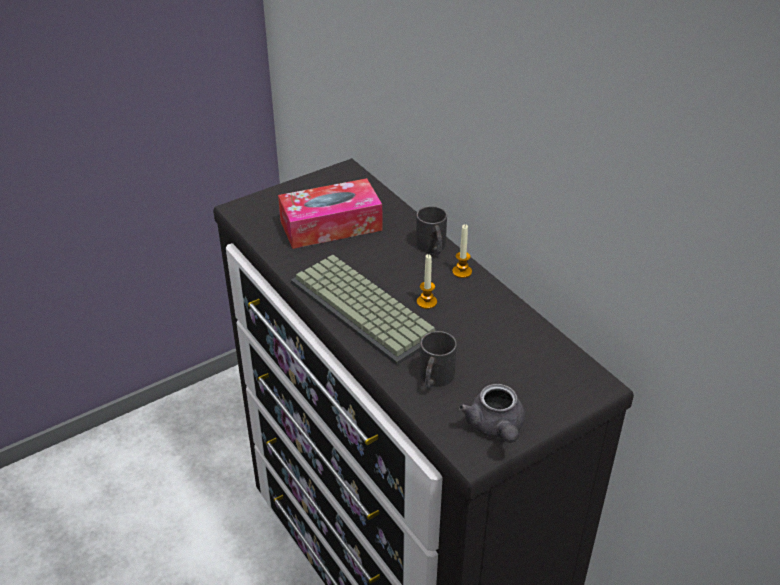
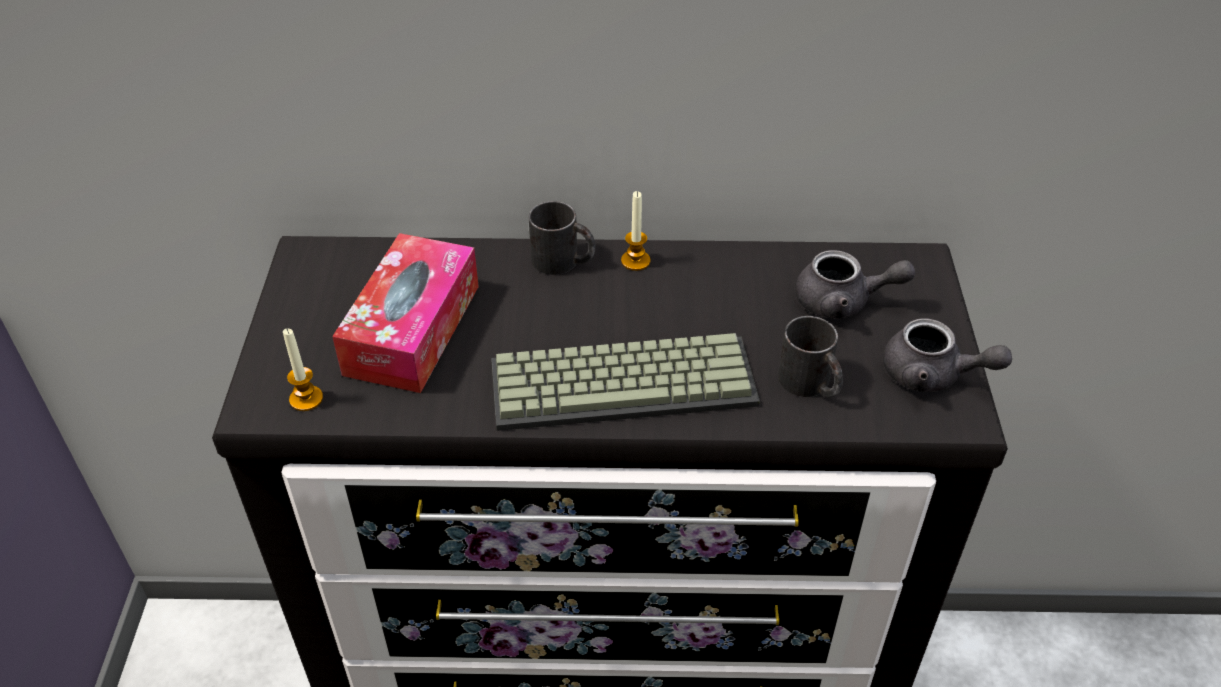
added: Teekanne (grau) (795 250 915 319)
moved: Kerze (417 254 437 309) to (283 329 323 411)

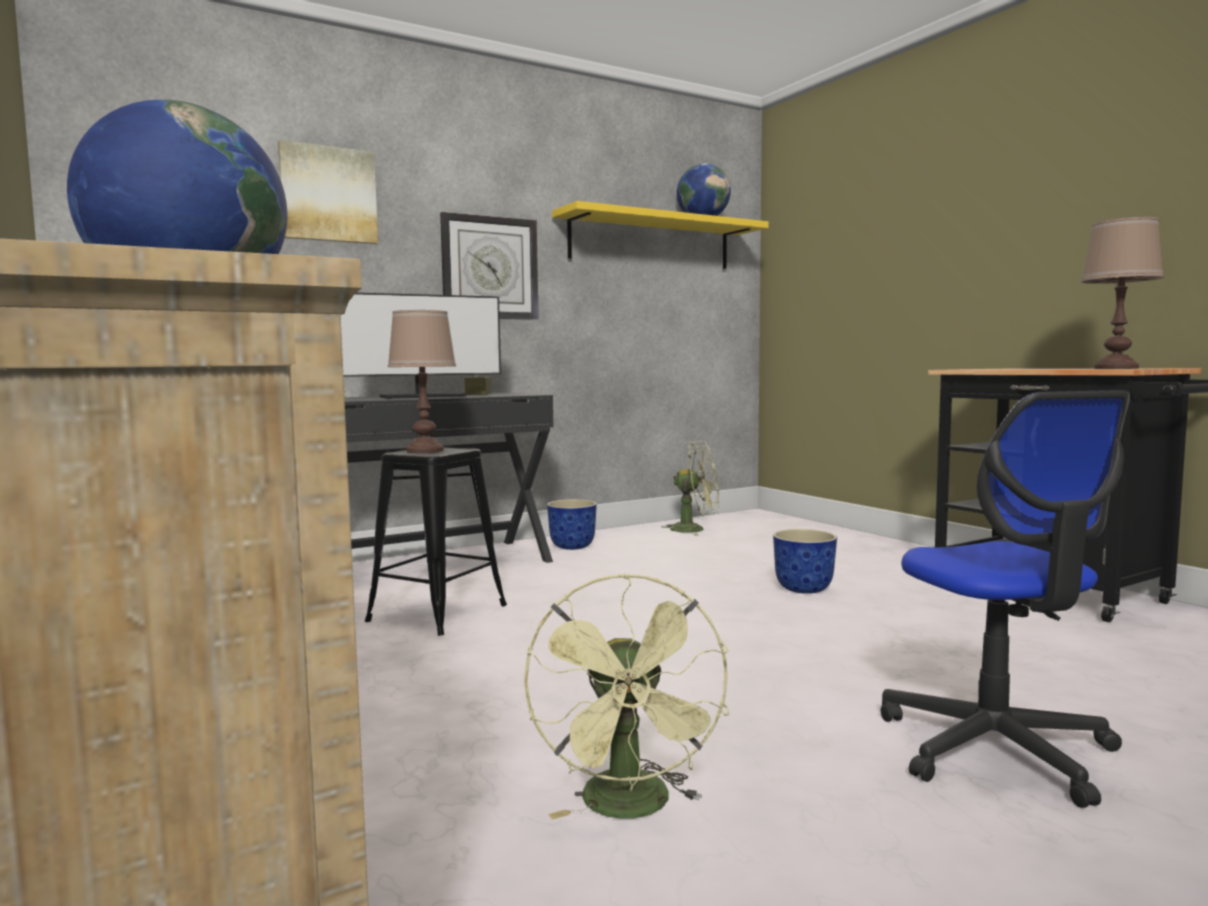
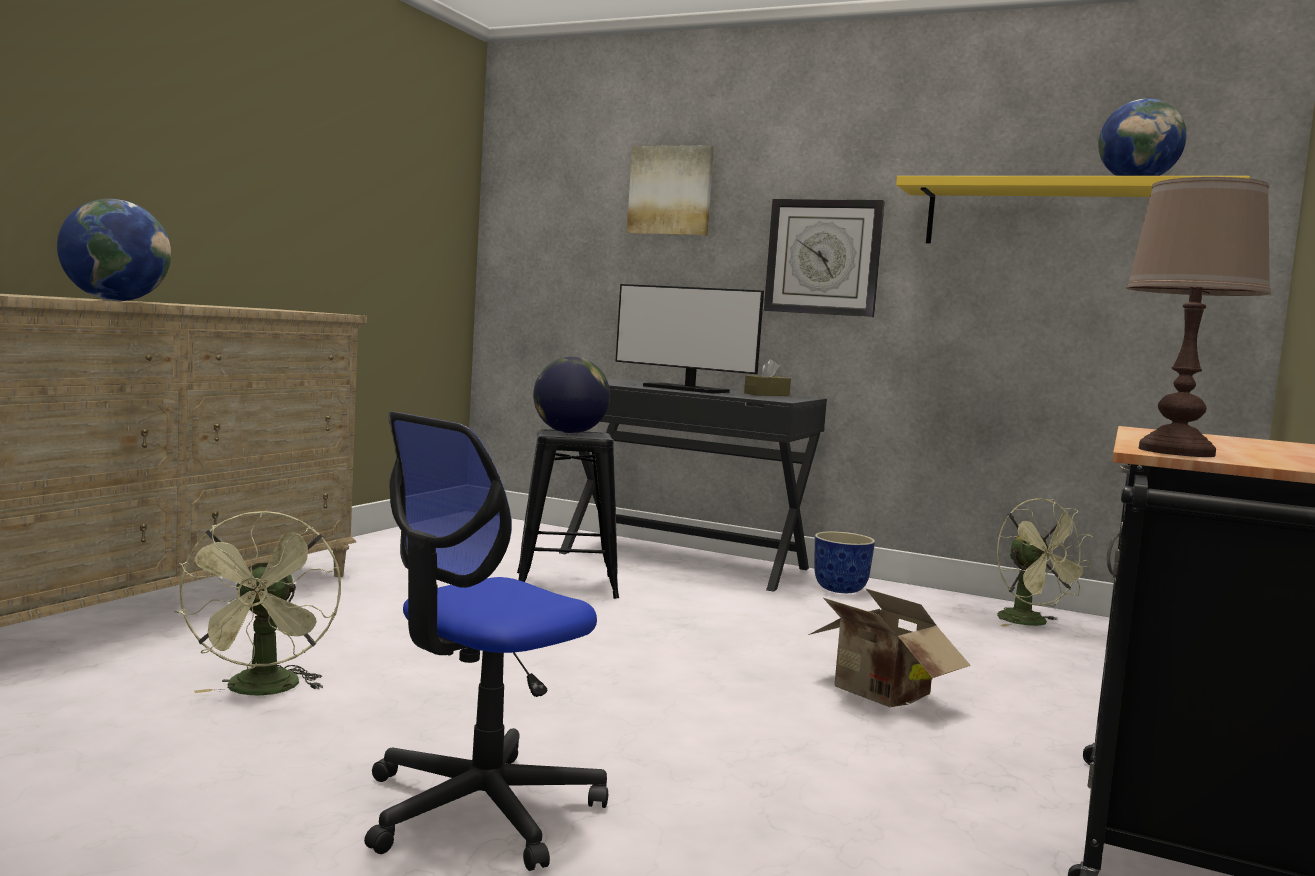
replaced: Tischlampe (braun) (388 310 456 453) to Globus (533 357 610 434); Pflanzkübel (773 529 837 594) to Karton (809 588 971 707)
turned: Ventilator (grün) (524 573 729 820) = (174 510 341 695) 60 degrees counterclockwise

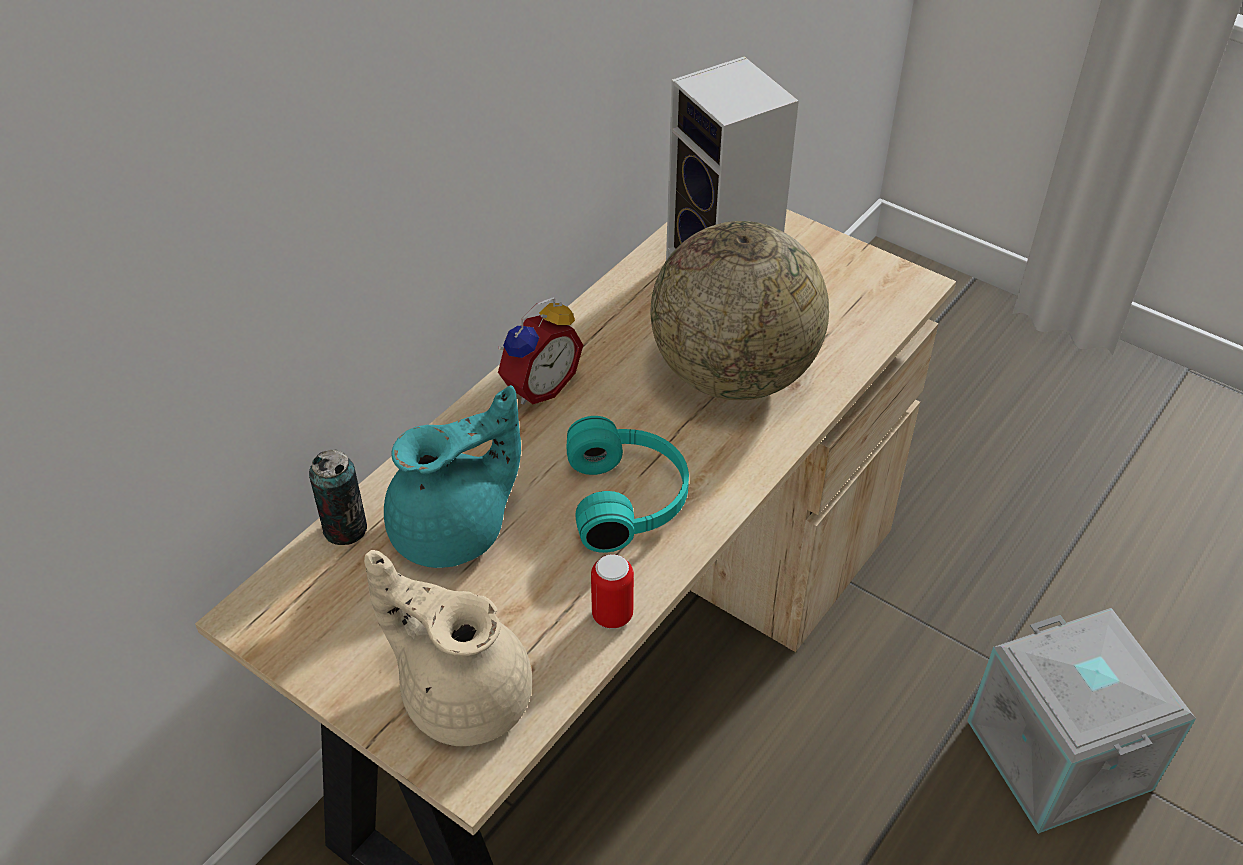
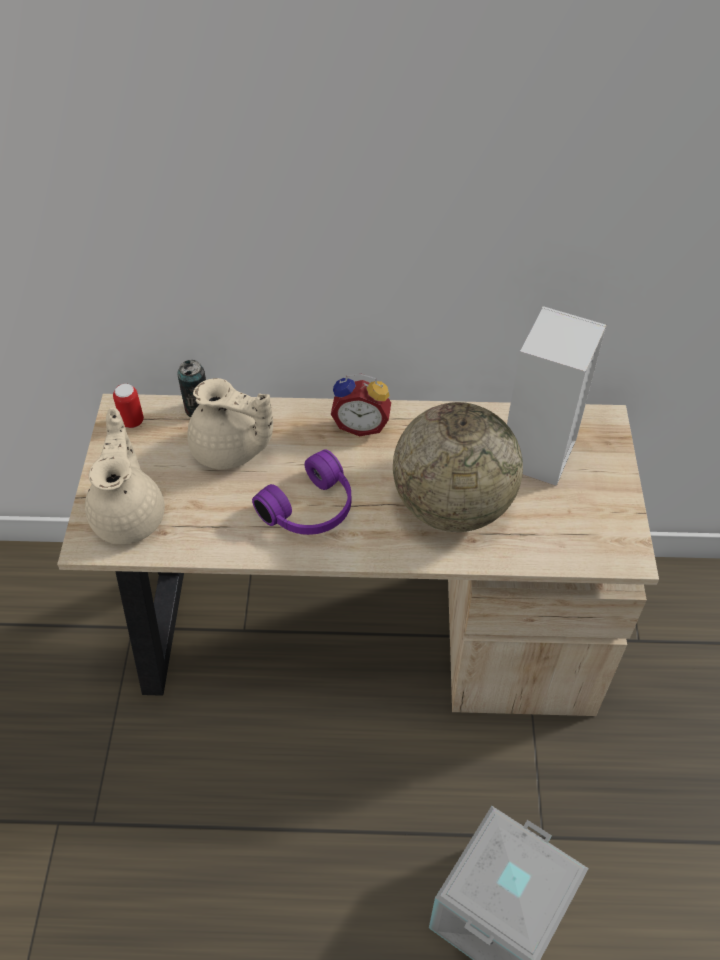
moved: Dose (591 554 634 629) to (113 384 144 428)
recoloured: Teekanne (türkis) (384 385 521 568) to Teekanne (beige) (187 378 273 470); Kopfhörer (türkis) (566 416 689 553) to Kopfhörer (lila) (252 449 351 535)

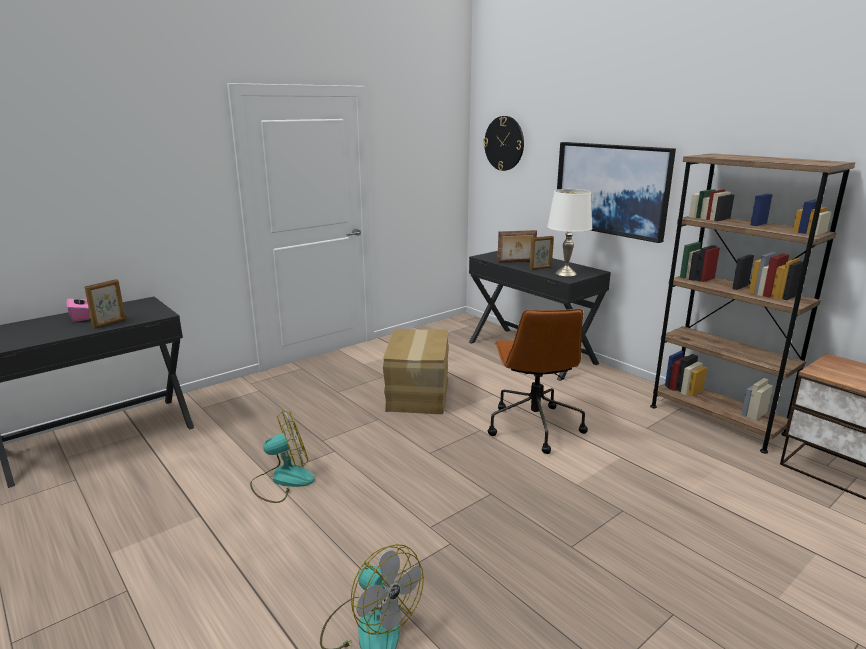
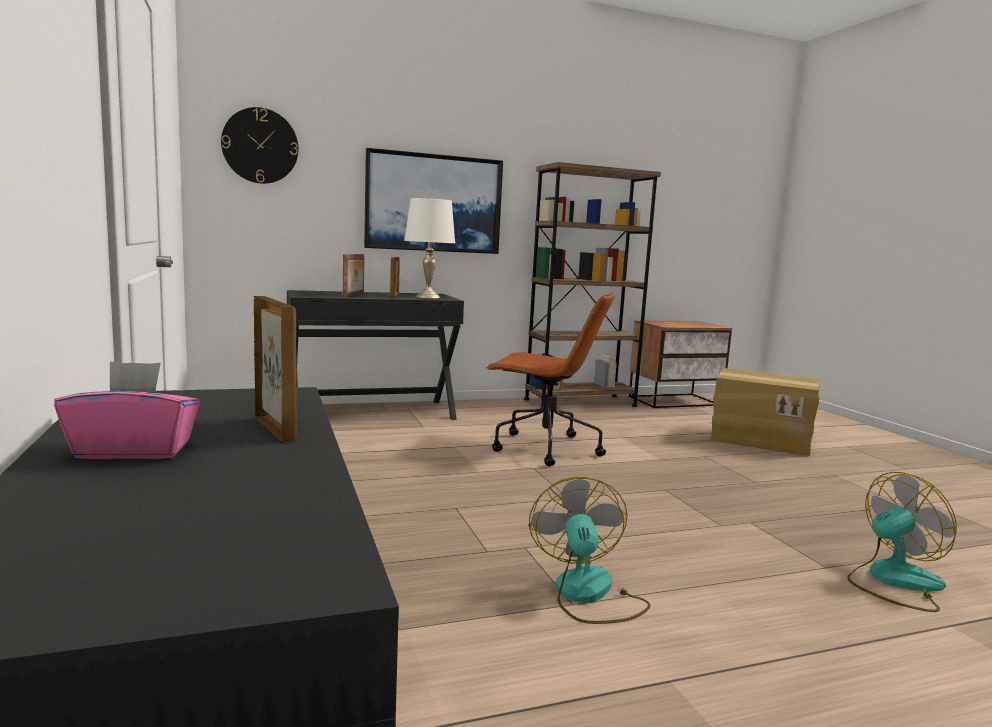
moved: Karton (383 328 449 414) to (710 368 819 456)

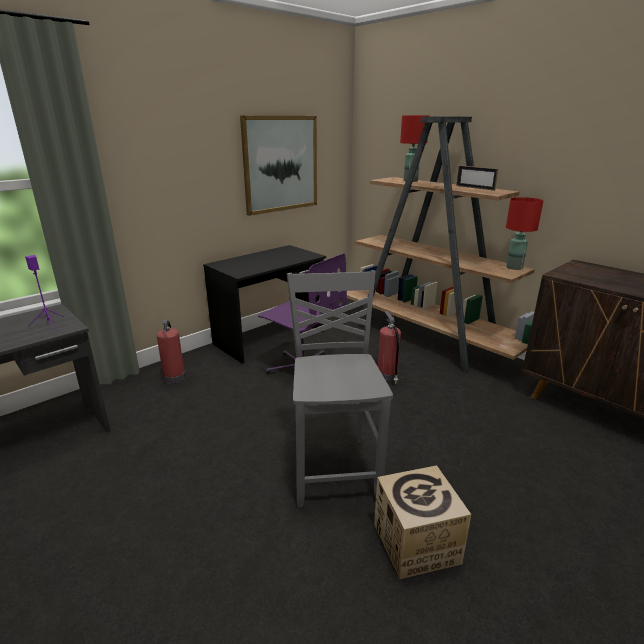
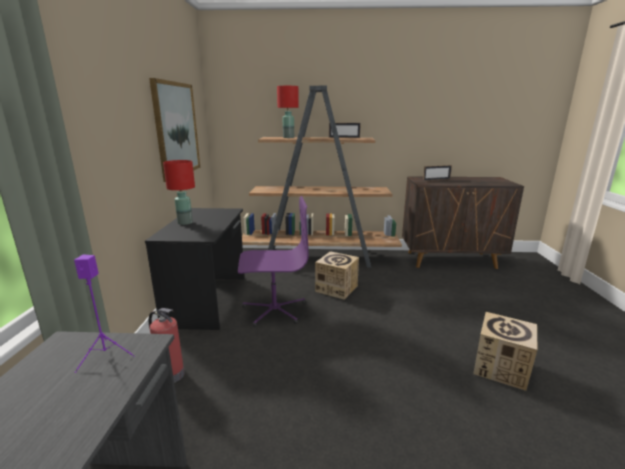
removed: Stuhl (grau) (287 270 393 507)
added: Bilderrahmen (423 165 452 181)
moved: Tischlampe (rot) (506 197 543 270) to (163 160 195 225)
replaced: Feuerlöscher (378 311 401 384) to Karton (315 251 359 300)

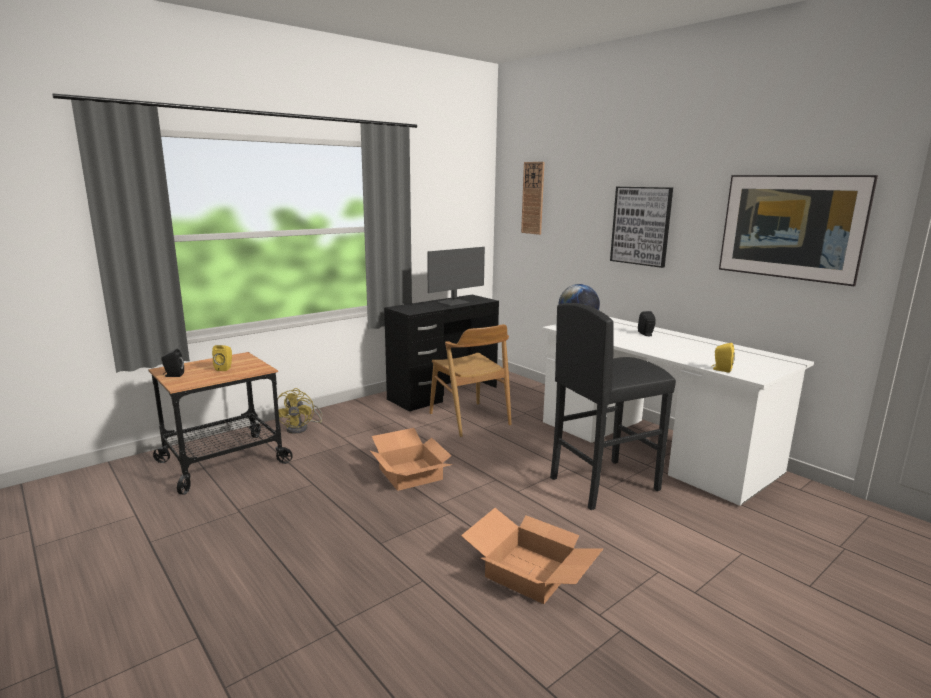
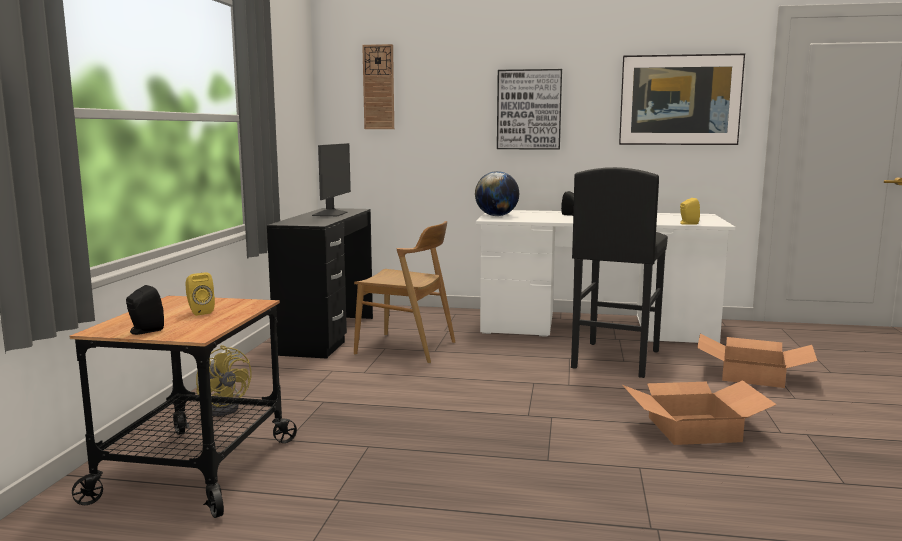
moved: Karton (370 428 453 491) to (697 333 817 388)

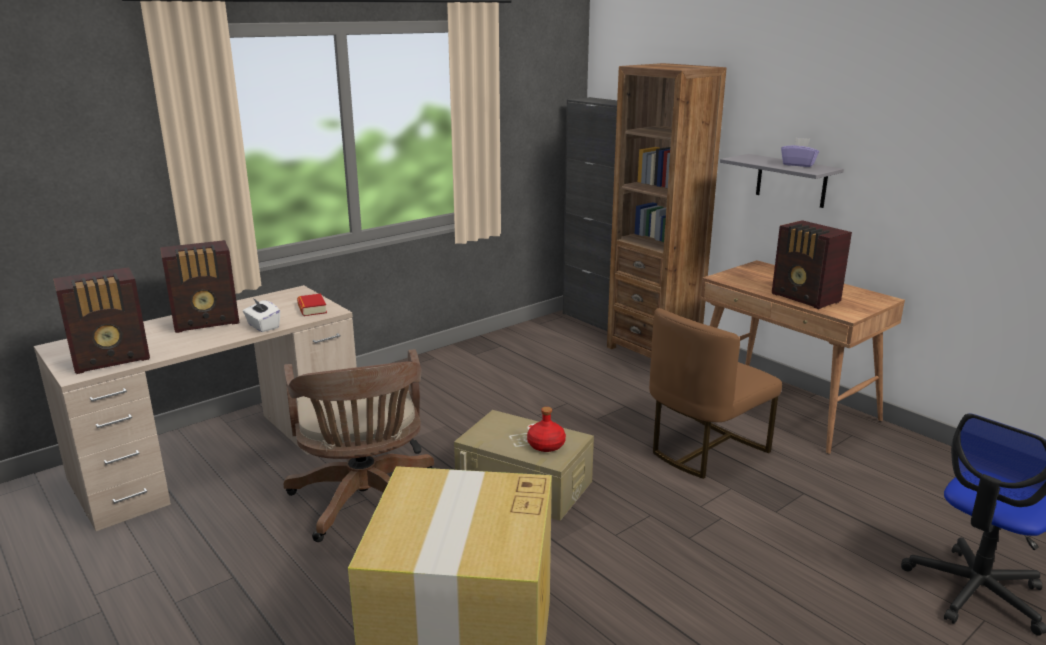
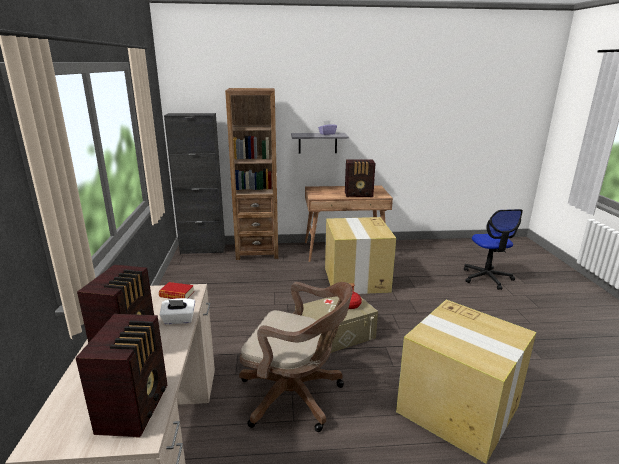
replaced: Stuhl (braun) (649 308 782 479) to Karton (325 217 396 294)

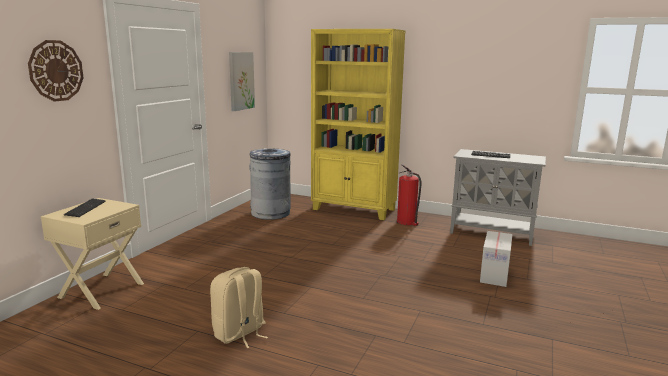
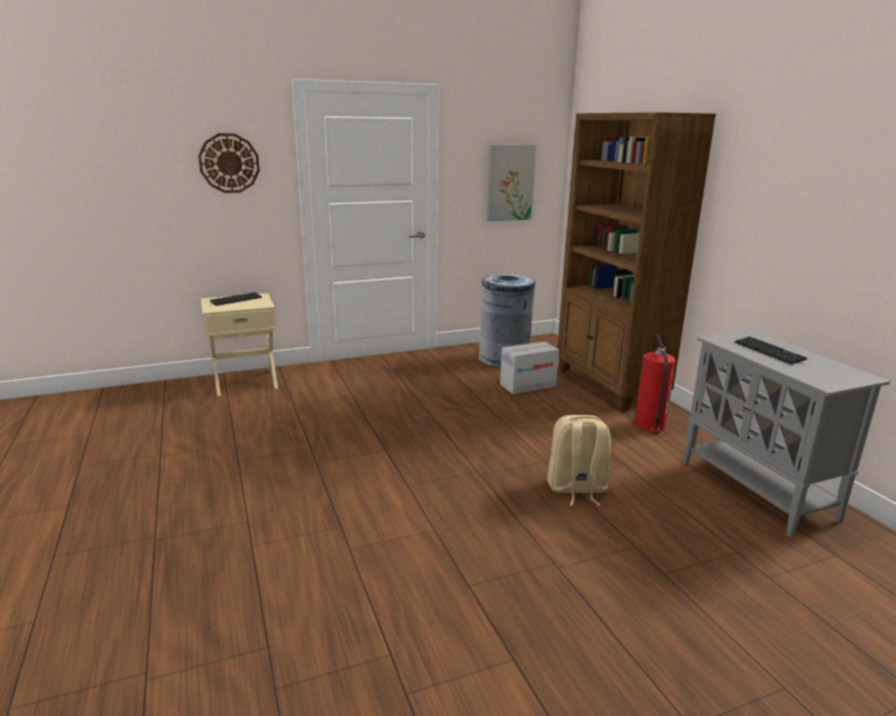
moved: Rucksack (beige) (210 267 268 348) to (547 415 611 506); Karton (480 231 512 287) to (500 341 559 394)
recoloured: Bücherregal (gelb) (311 29 405 220) to Bücherregal (braun) (557 112 716 412)

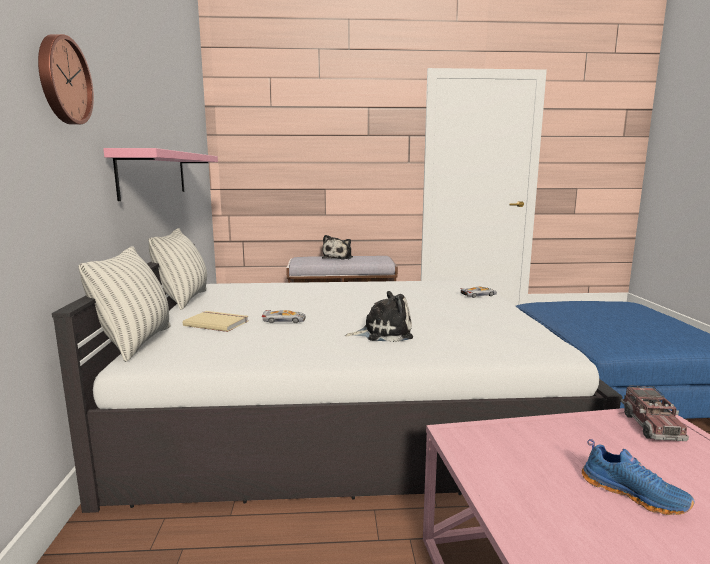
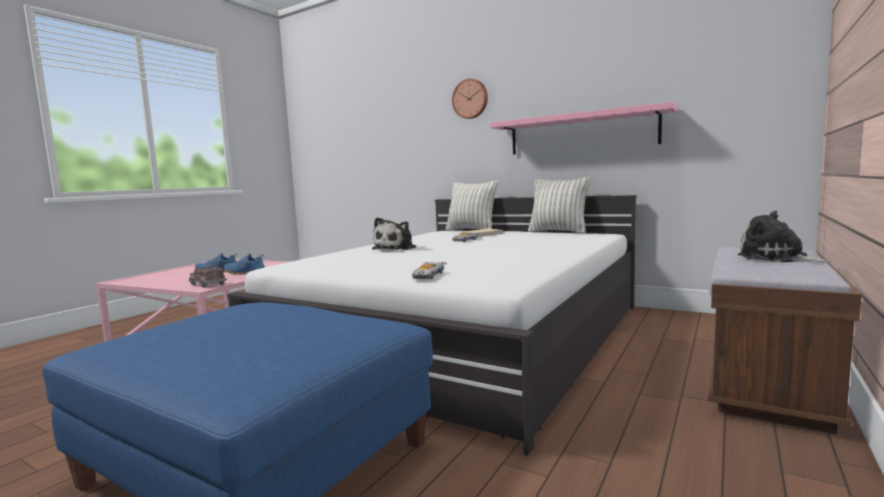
added: Schuh (blau) (224 254 265 275)

